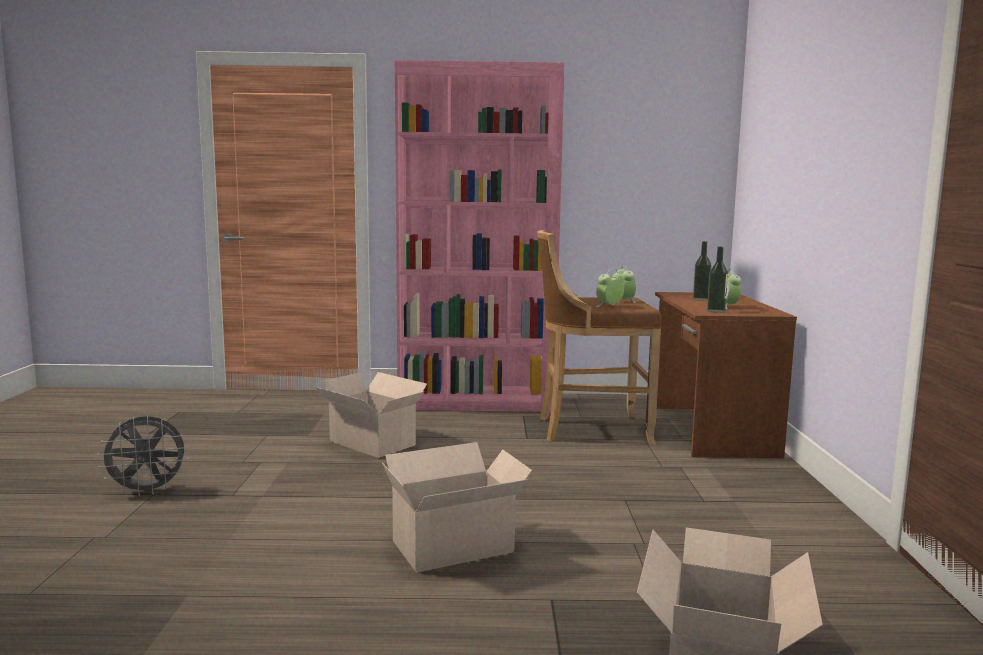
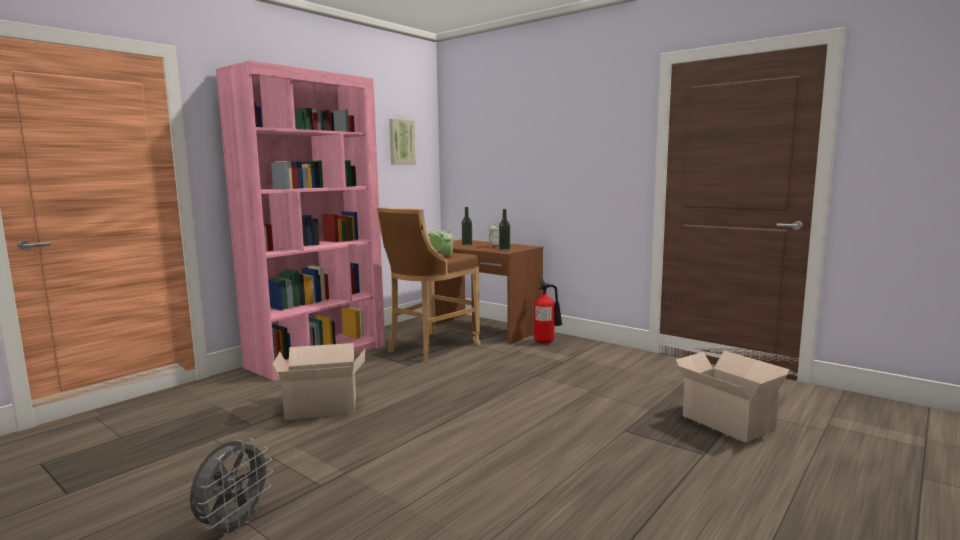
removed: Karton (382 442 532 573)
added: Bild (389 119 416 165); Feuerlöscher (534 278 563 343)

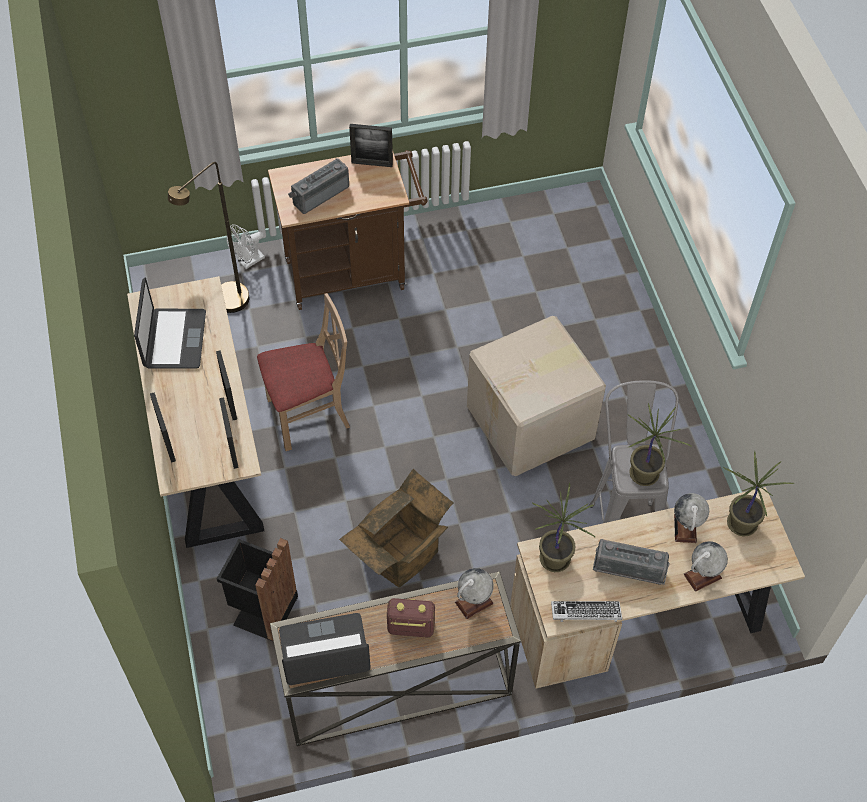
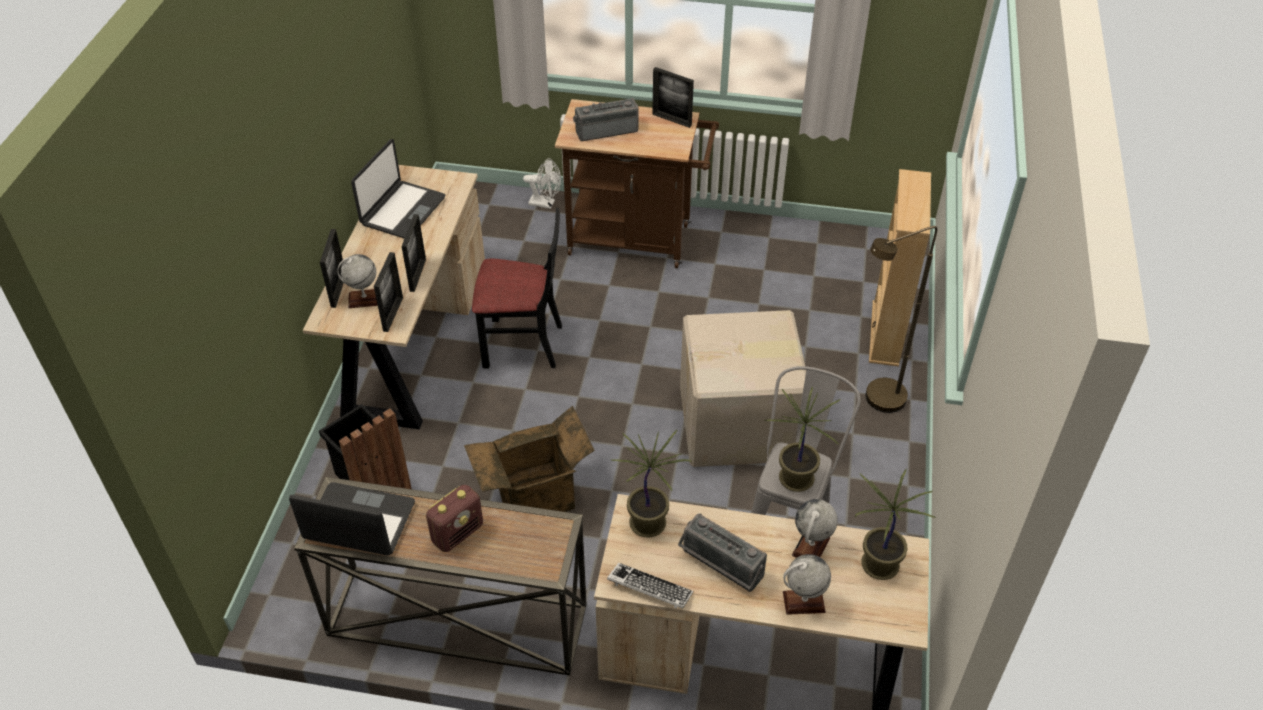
added: Bücherregal (beige) (869 169 931 366)
moved: Stehlampe (braun) (168 162 249 313) to (866 226 937 413); Globus (455 568 494 619) to (337 254 378 308)
recoloured: Stuhl (beige) (257 293 350 451) to Stuhl (schwarz) (472 208 562 369)
turned: Ventilator (weiß) (227 224 265 269) = (523 158 561 209) 150 degrees counterclockwise; Radio (387 598 435 638) = (426 485 483 552) 105 degrees clockwise

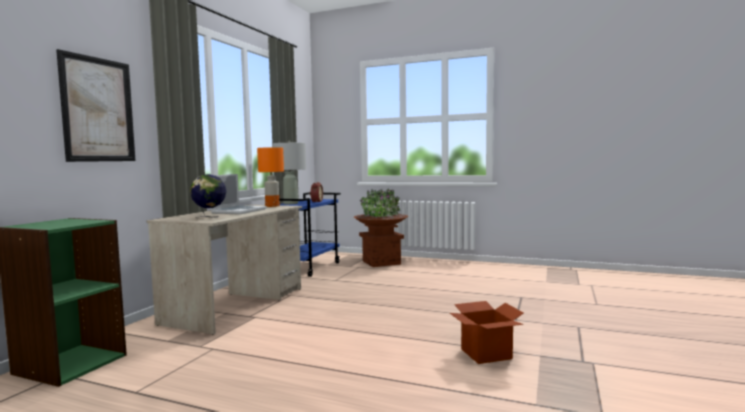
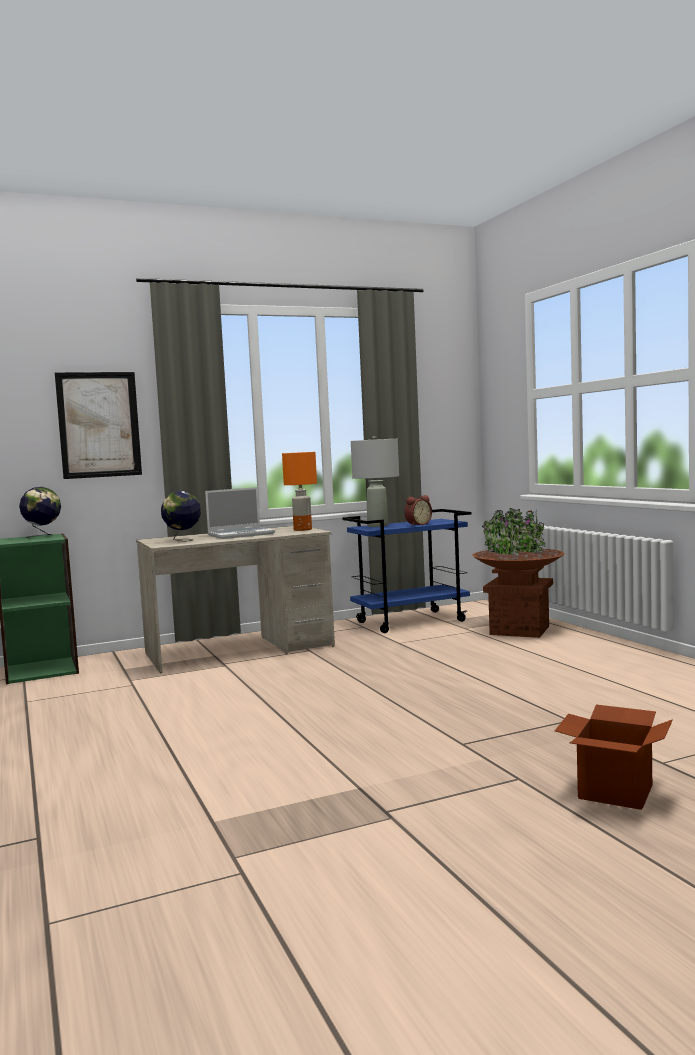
added: Globus (19 487 61 538)
moved: Karton (450 301 524 364) to (555 705 673 810)

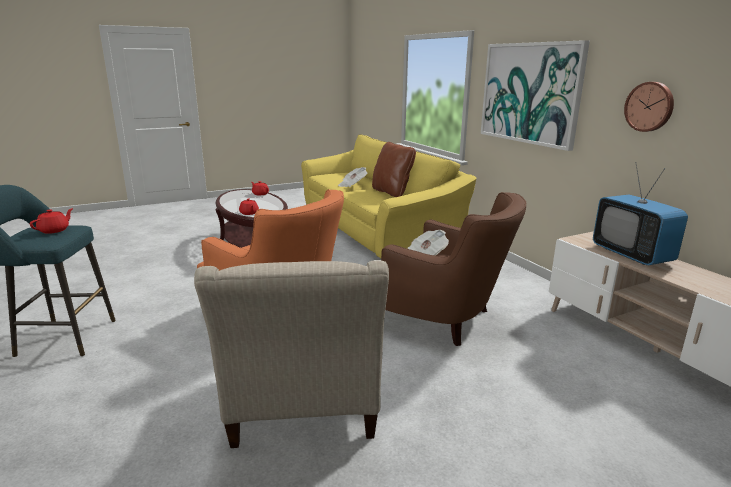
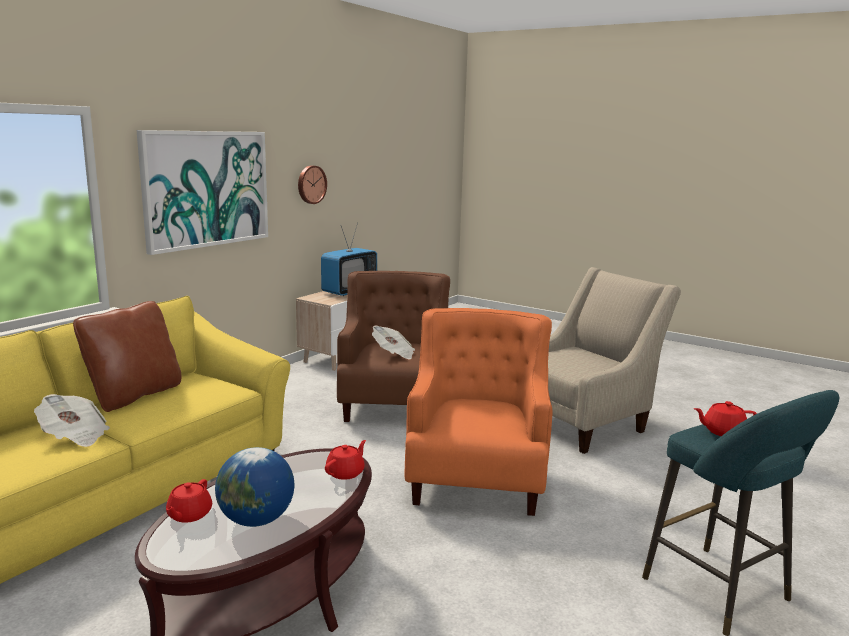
added: Globus (215 447 294 527)

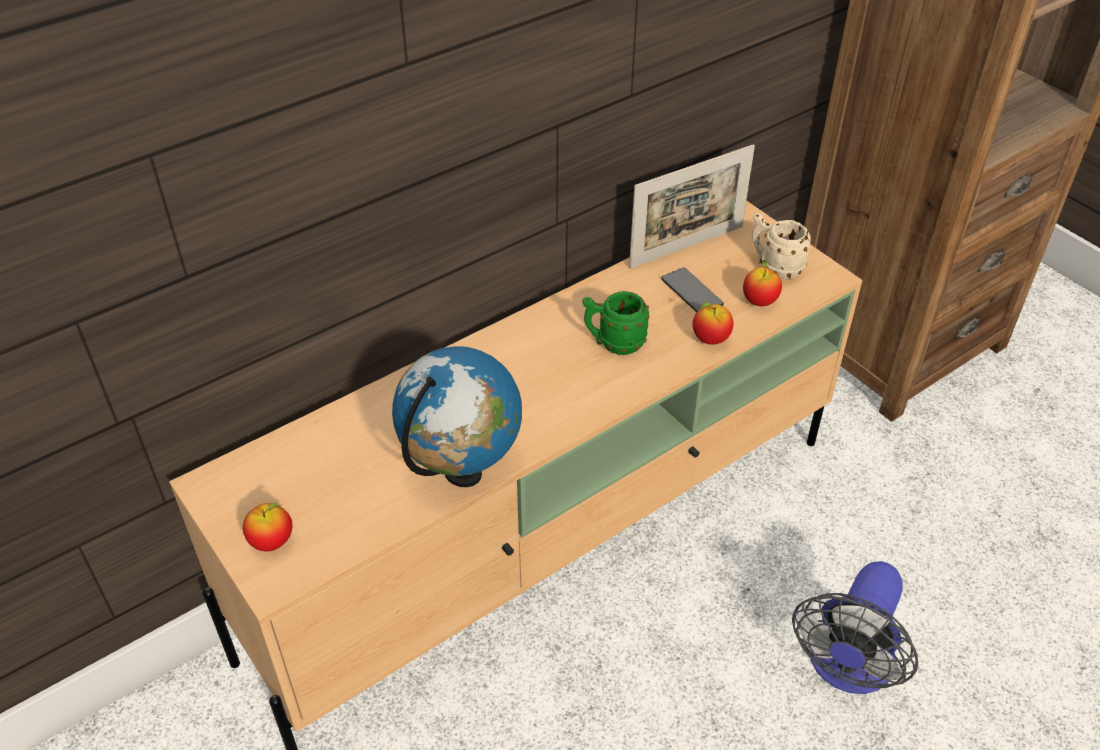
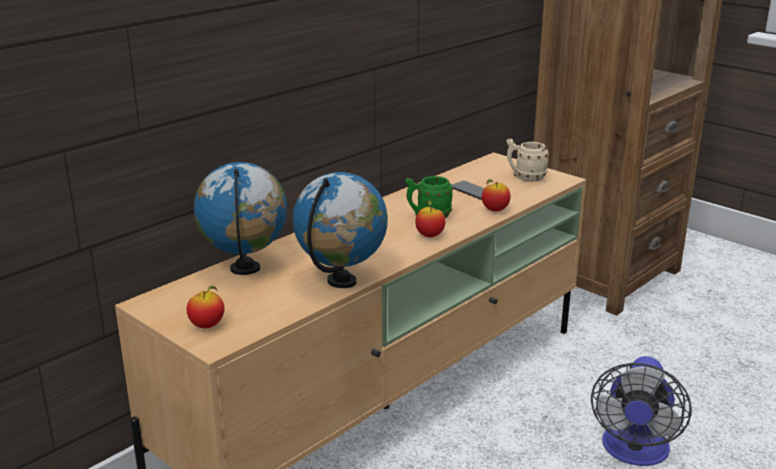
removed: Bilderrahmen (629 144 755 269)
added: Globus (194 162 287 275)
moved: Apfel (743 260 782 306) to (415 200 445 237)

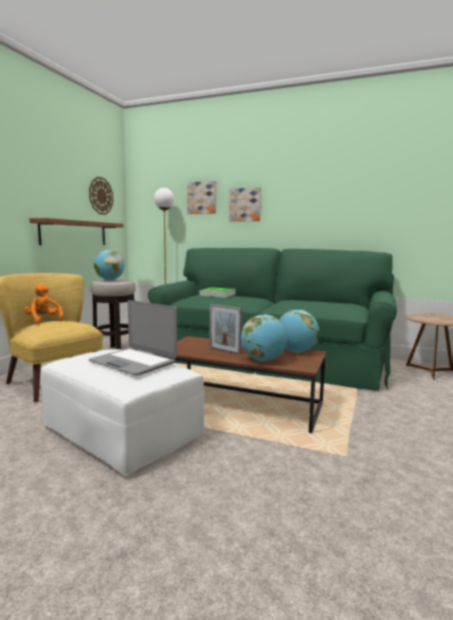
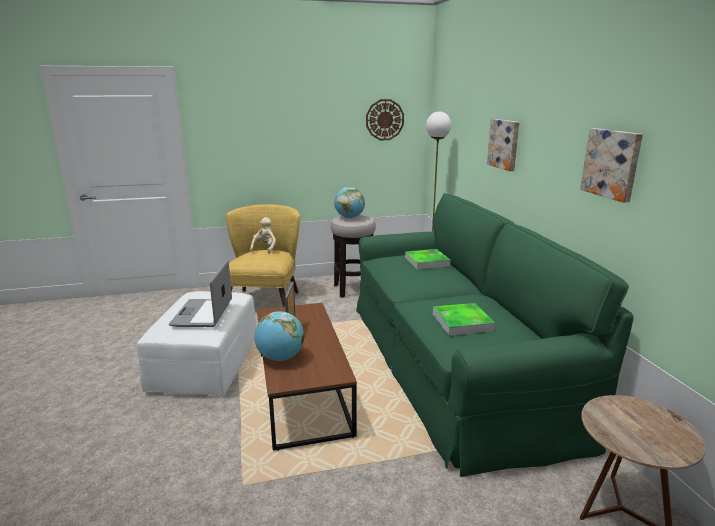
removed: Wandregal (braun) (29 218 124 245); Globus (279 310 319 353)
added: Tablett (433 303 495 336)
moved: Bild (187 181 217 214) to (580 128 643 203)
recoloured: Plüschtier (orange) (24 284 63 323) to Plüschtier (beige) (250 217 276 254)

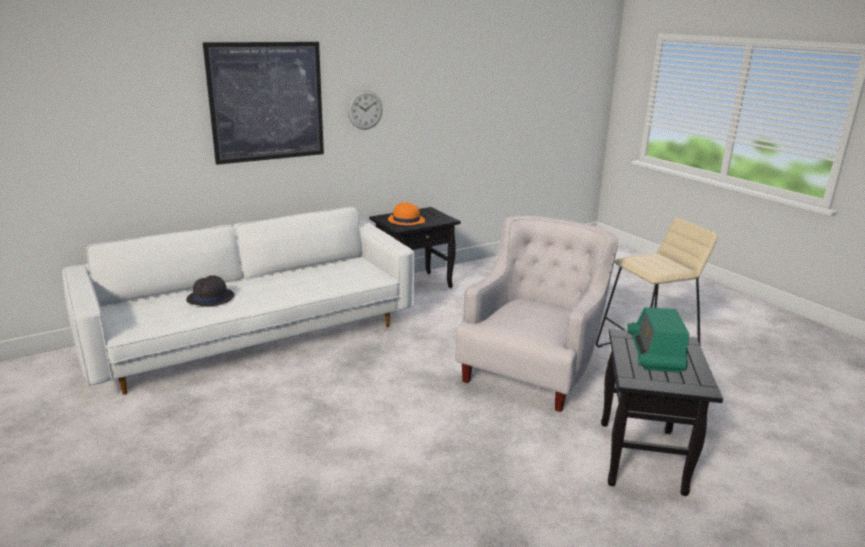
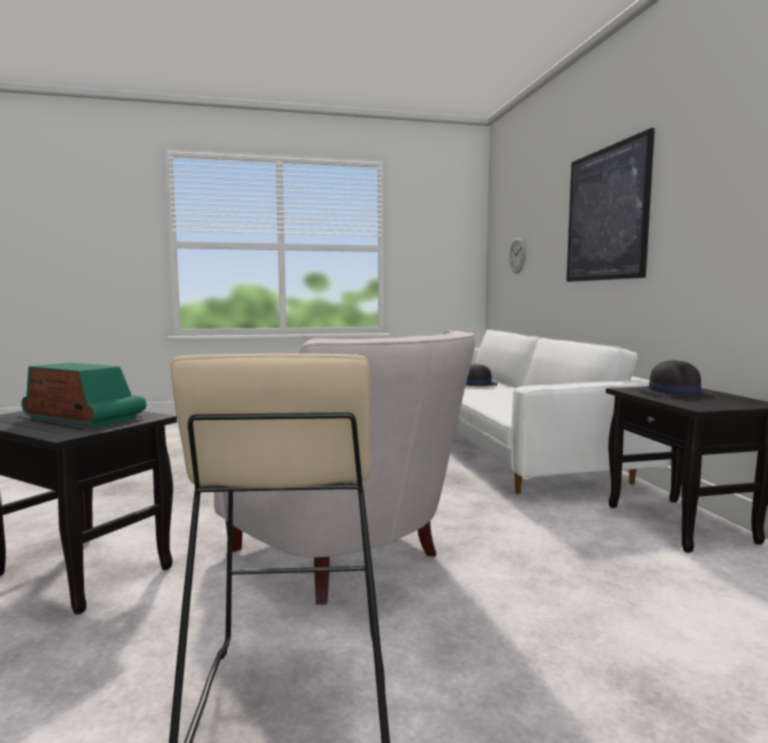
moved: Wanduhr (348 90 383 130) to (509 237 526 274)
recoloured: Hut (orange) (388 202 425 225) to Hut (schwarz) (639 360 712 398)

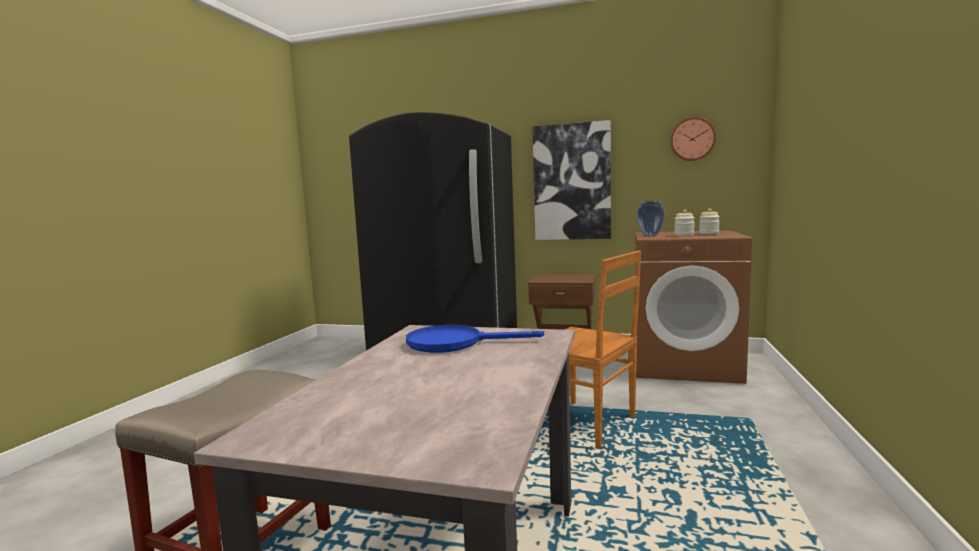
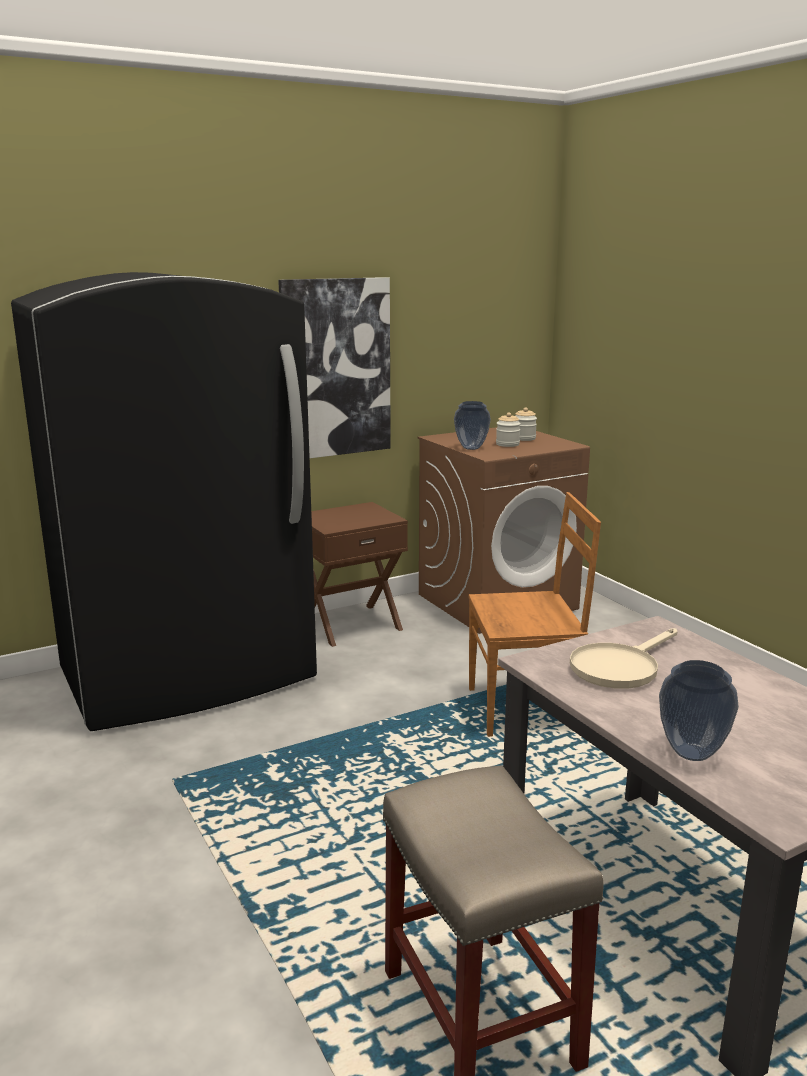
removed: Wanduhr (670 117 716 161)
added: Vase (659 660 739 761)
recoloured: Pfanne (blau) (406 325 544 353) to Pfanne (beige) (570 628 677 689)

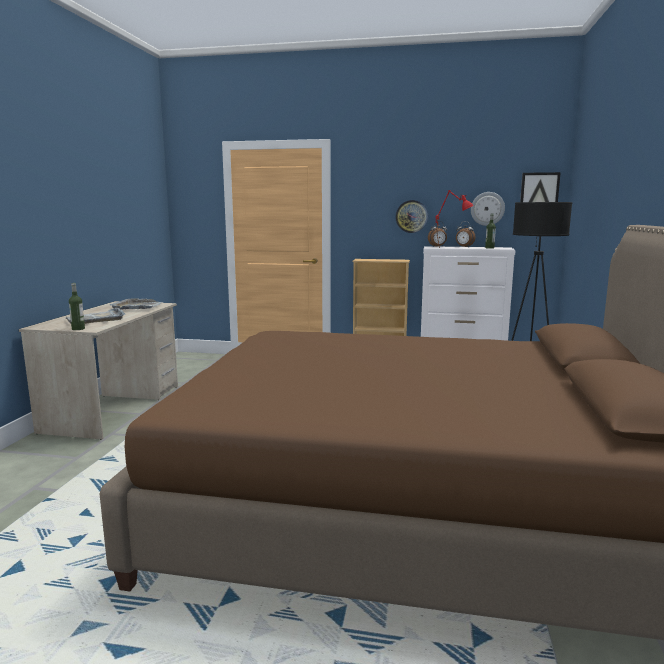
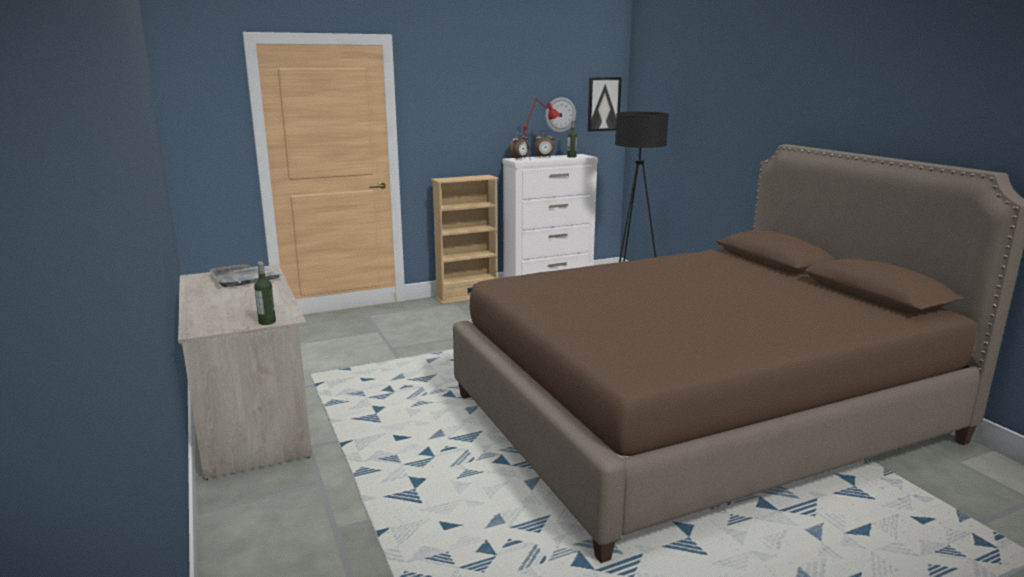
removed: Tablett (grau) (65 308 125 324); Wanduhr (395 200 428 233)

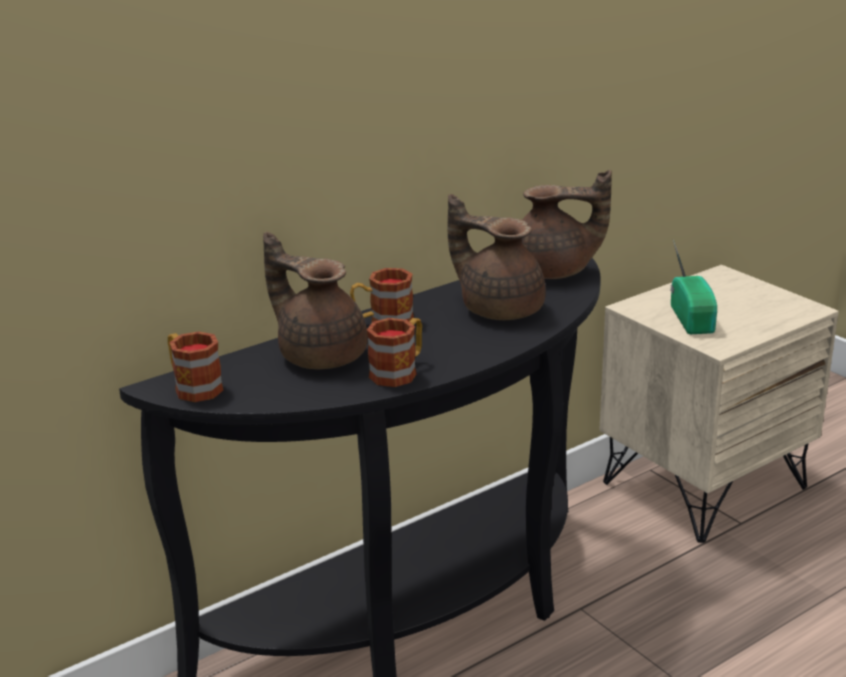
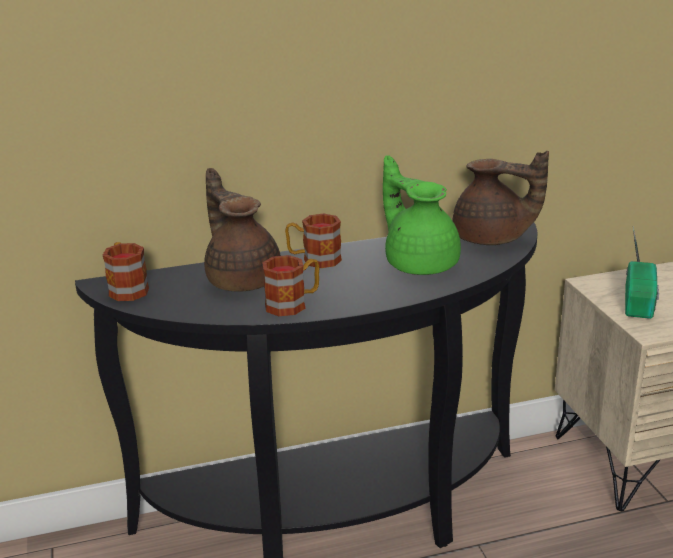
recoloured: Teekanne (braun) (448 194 546 320) to Teekanne (grün) (383 155 461 275)

